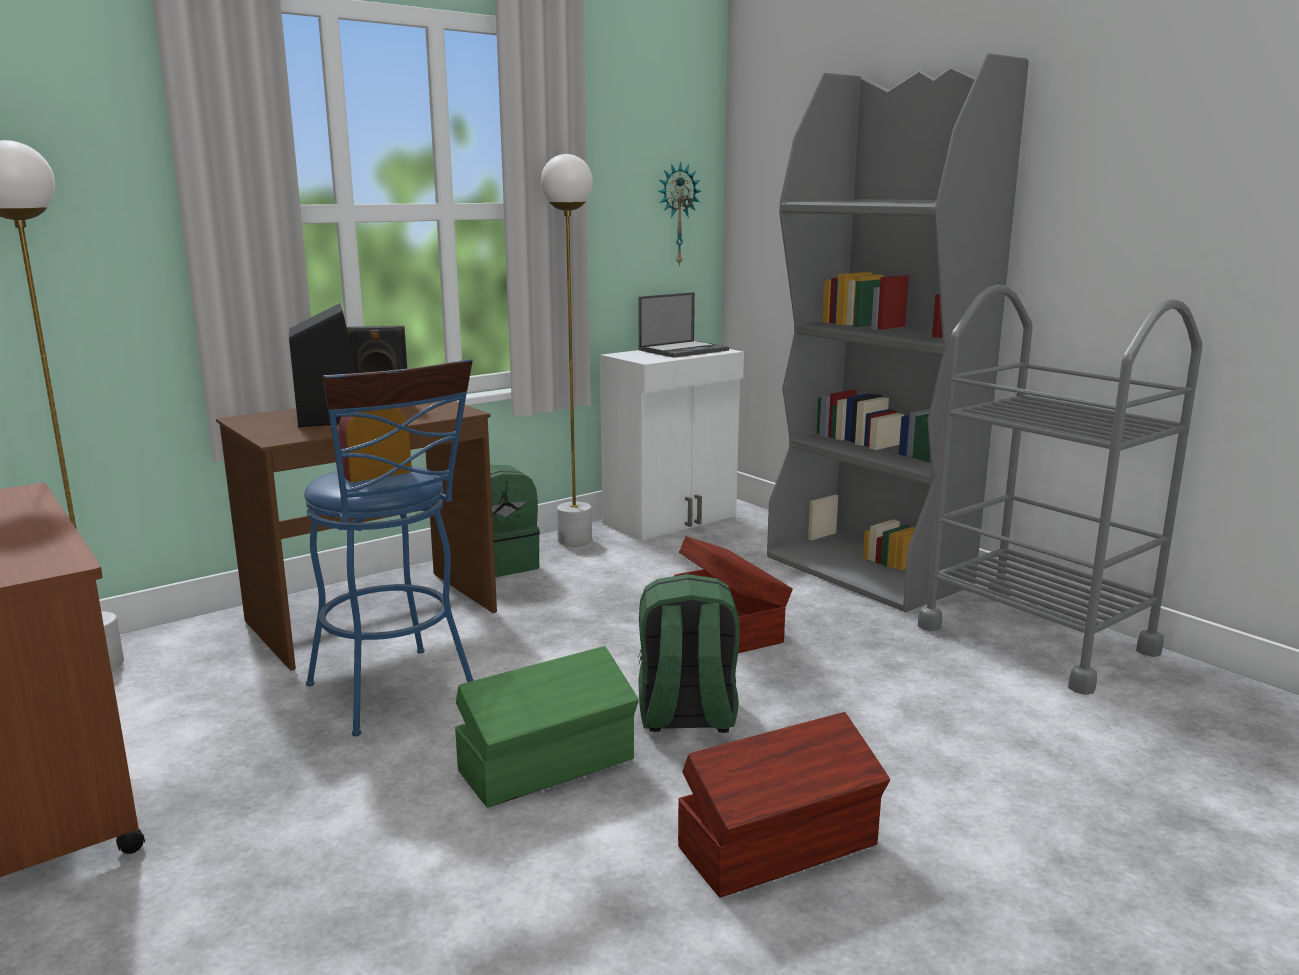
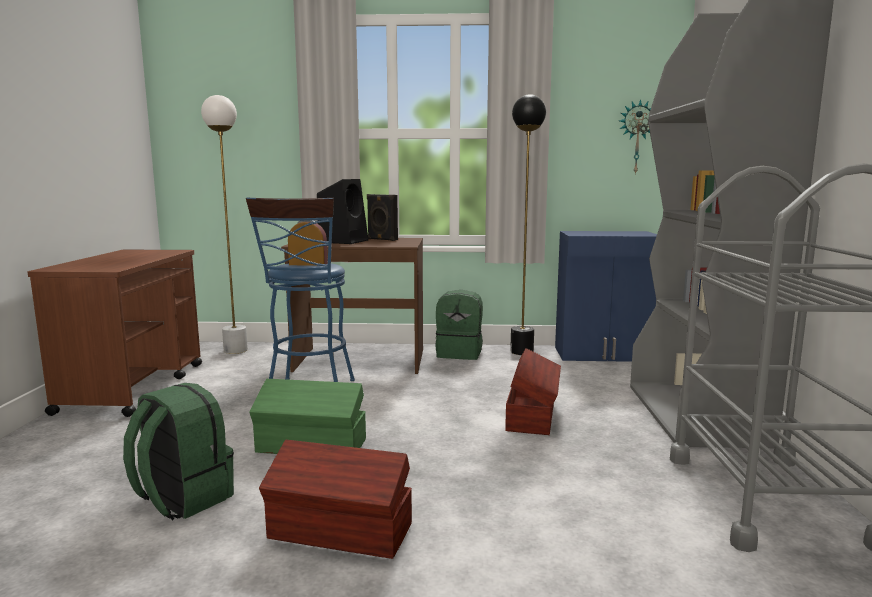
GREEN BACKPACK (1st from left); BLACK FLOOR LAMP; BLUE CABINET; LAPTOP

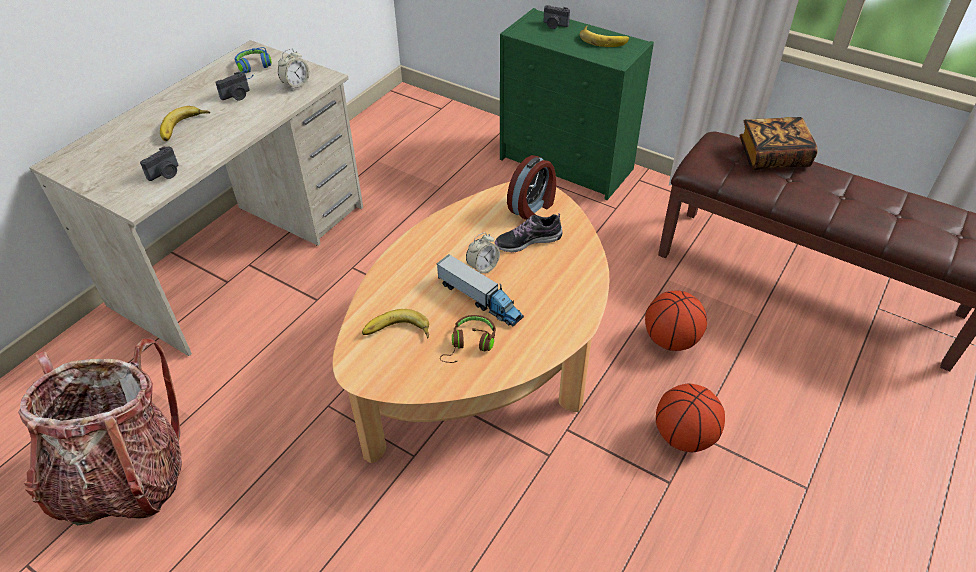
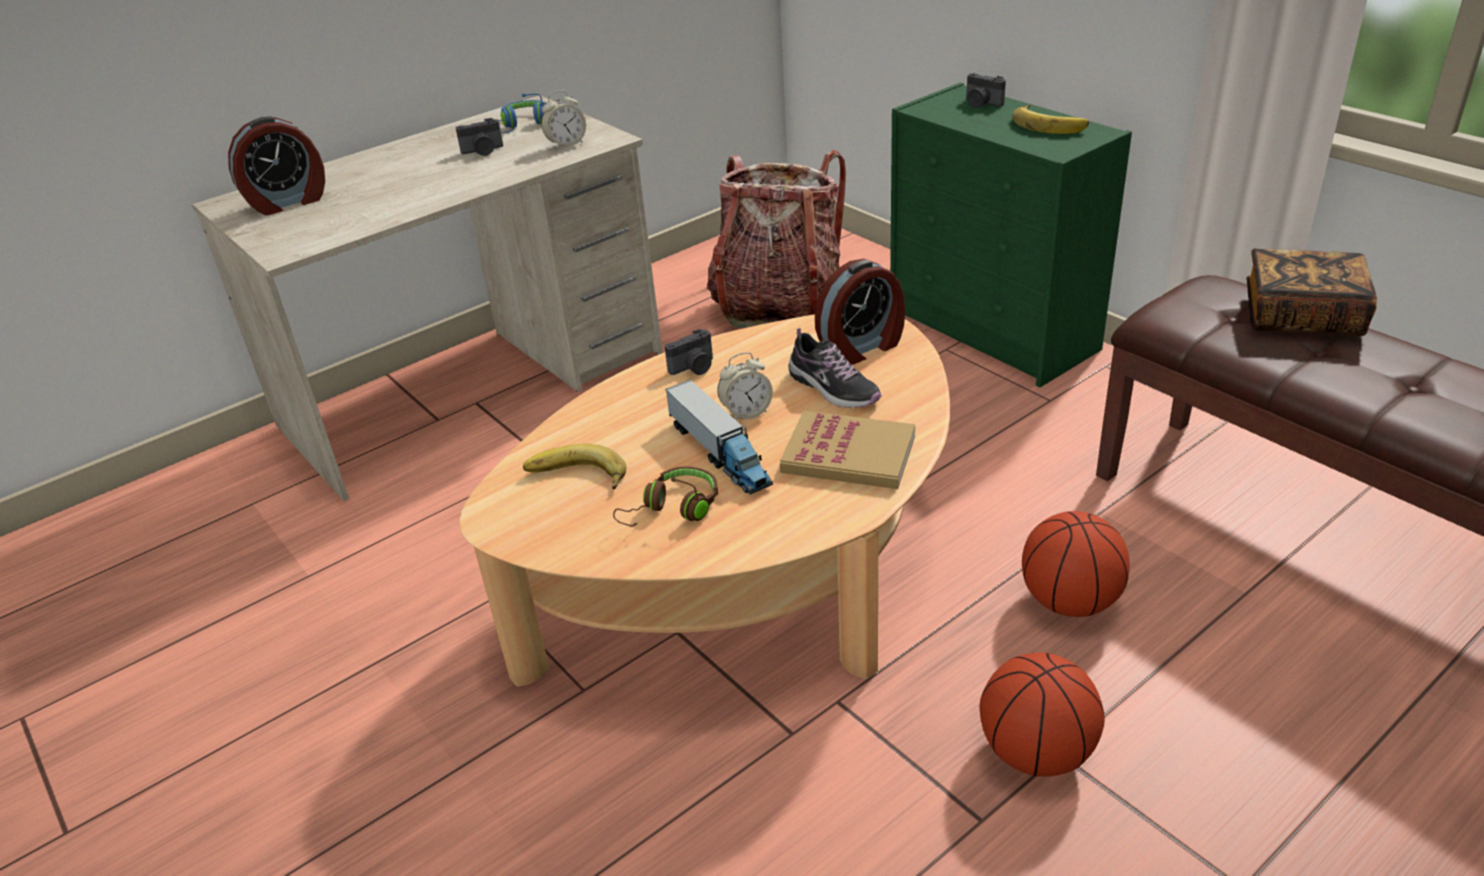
ALARM CLOCK (1st from left); PHOTO CAMERA (2nd from left); BACKPACK; BOOK (1st from left); SHOE; BANANA (1st from left in the first image)

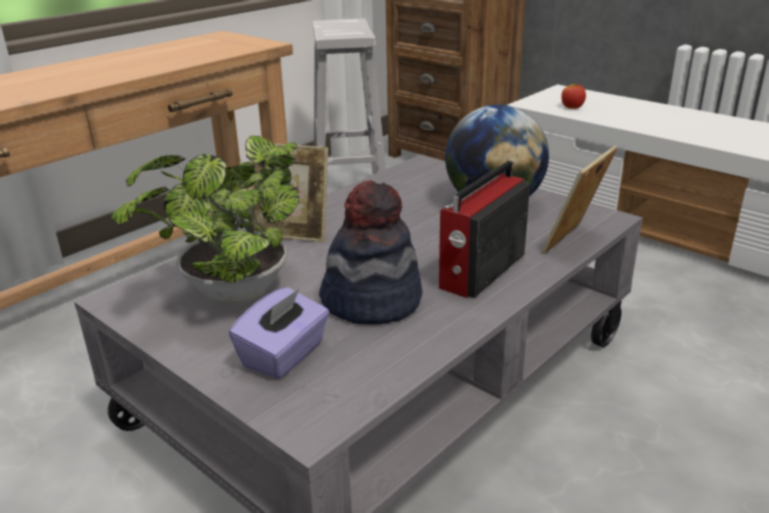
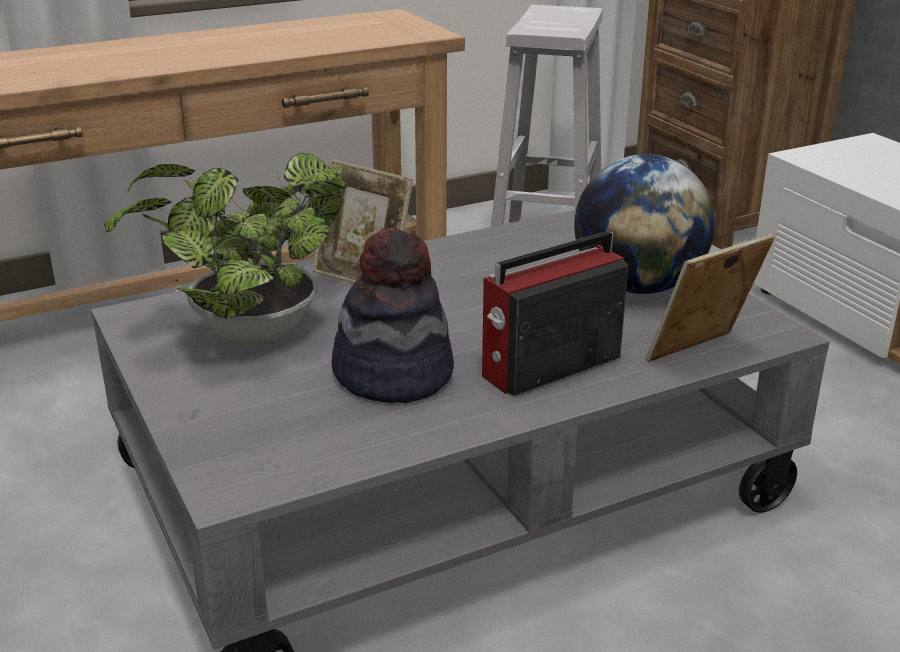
PURPLE TISSUE BOX; APPLE

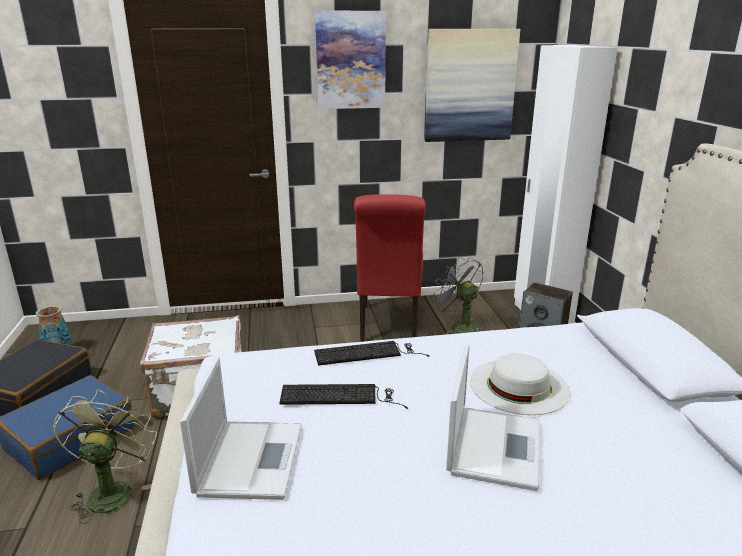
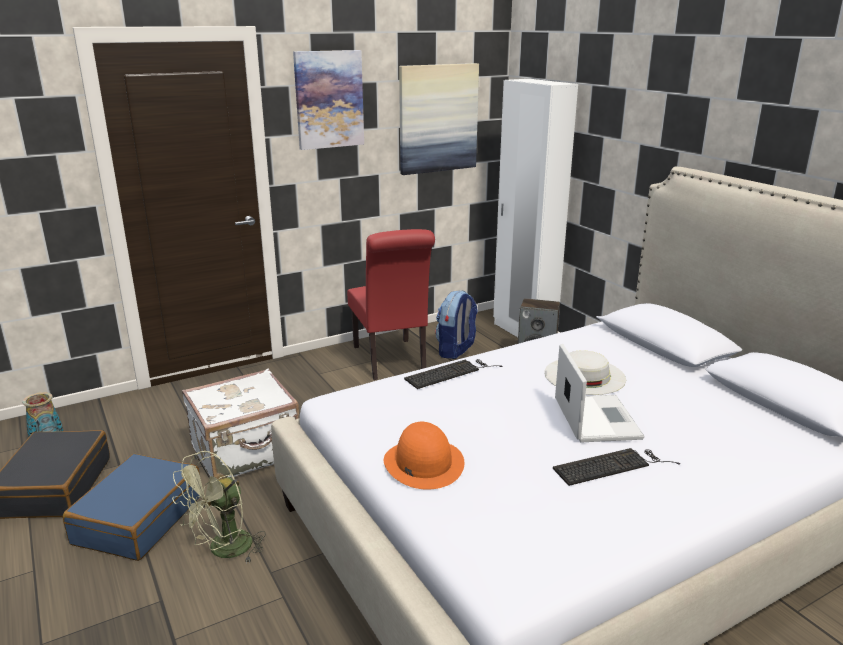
GREEN FAN; ORANGE HAT; BACKPACK; KEYBOARD (2nd from left)

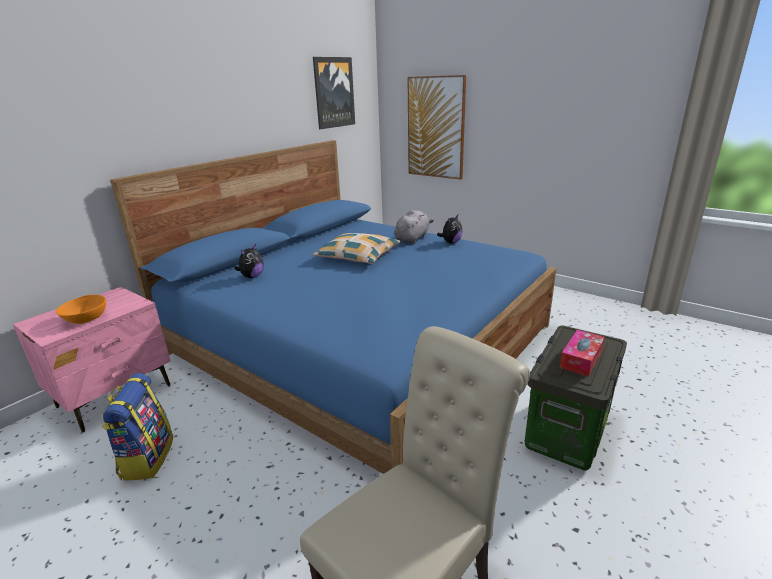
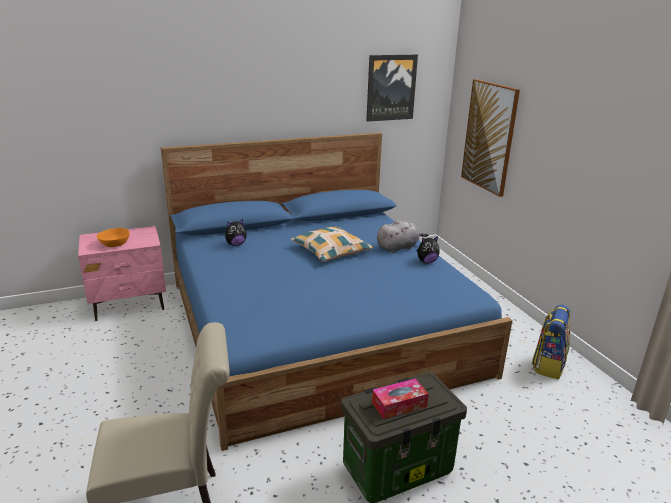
BACKPACK

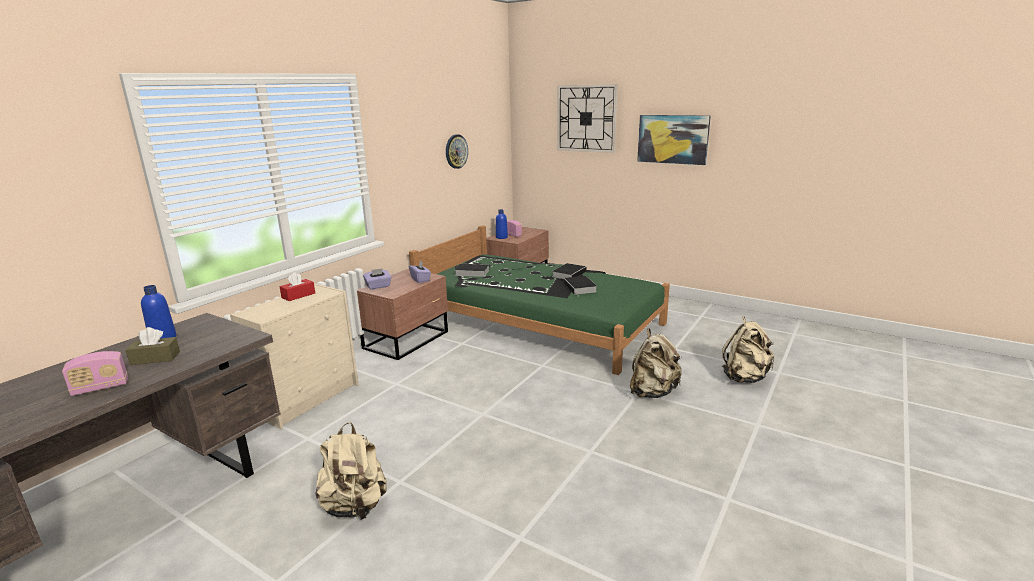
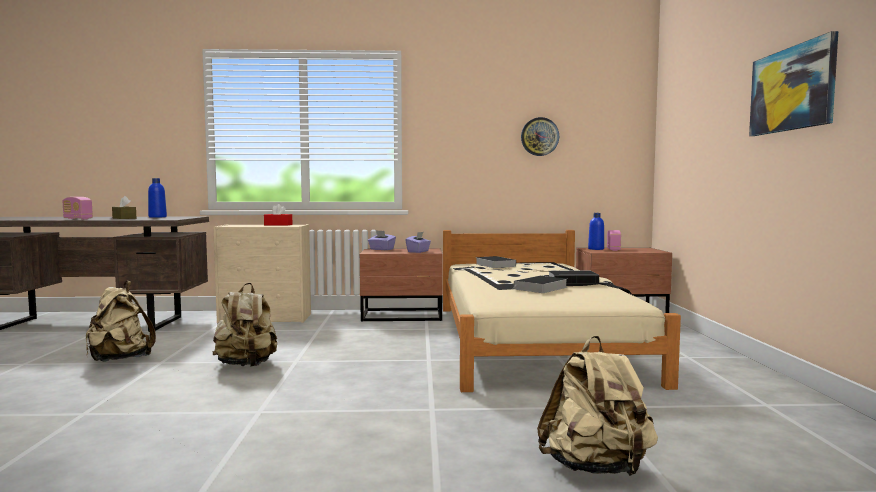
BEIGE BACKPACK (2nd from left); BEIGE BED; WALL CLOCK (2nd from left in the first image)

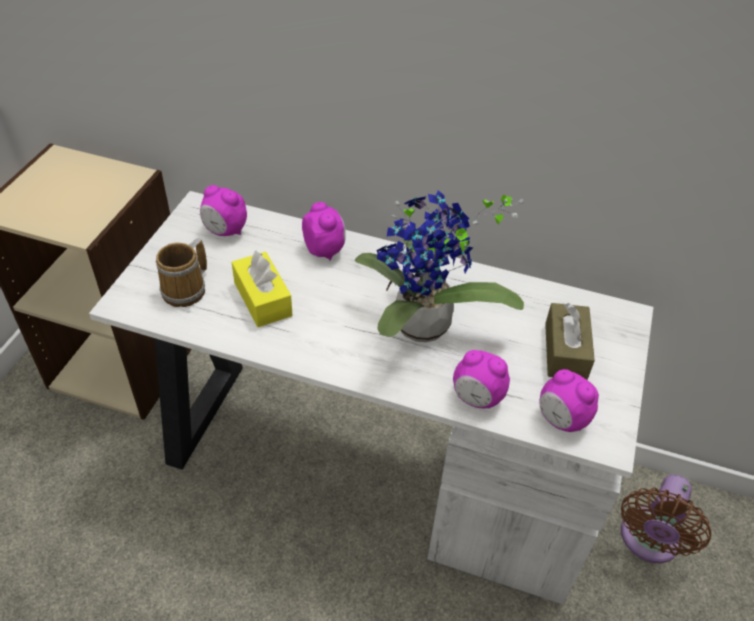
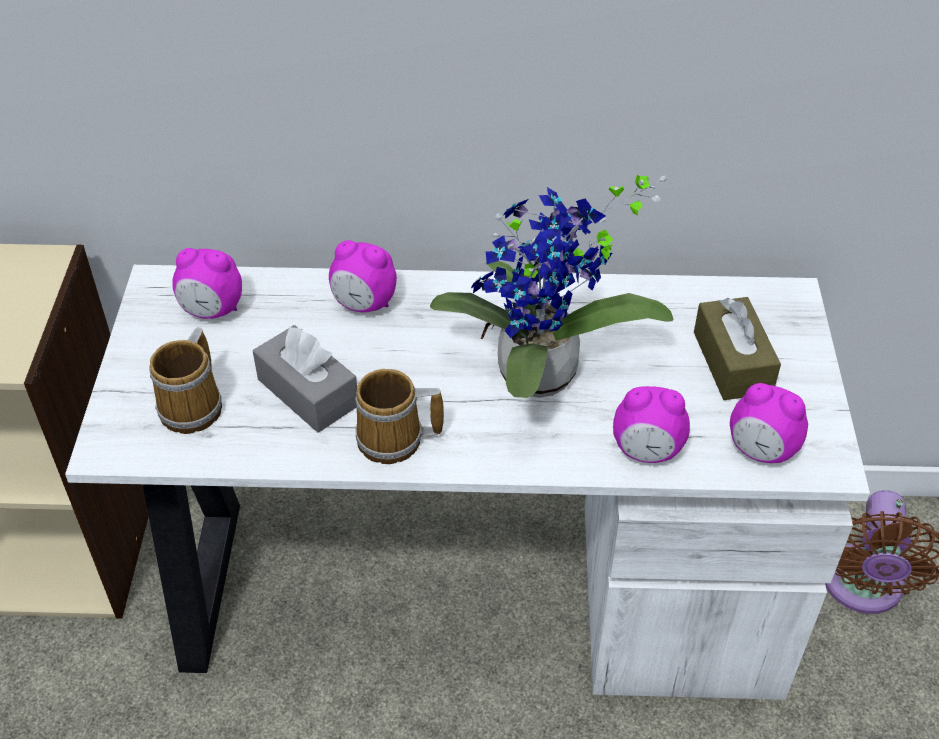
GREY TISSUE BOX; ALARM CLOCK (2nd from left); MUG (2nd from left)

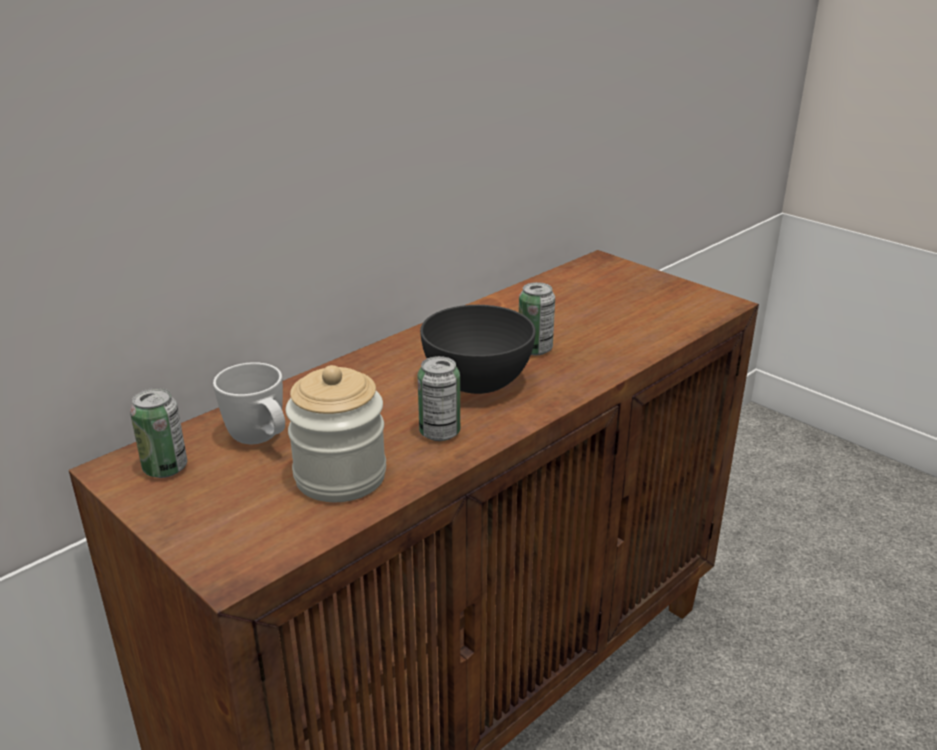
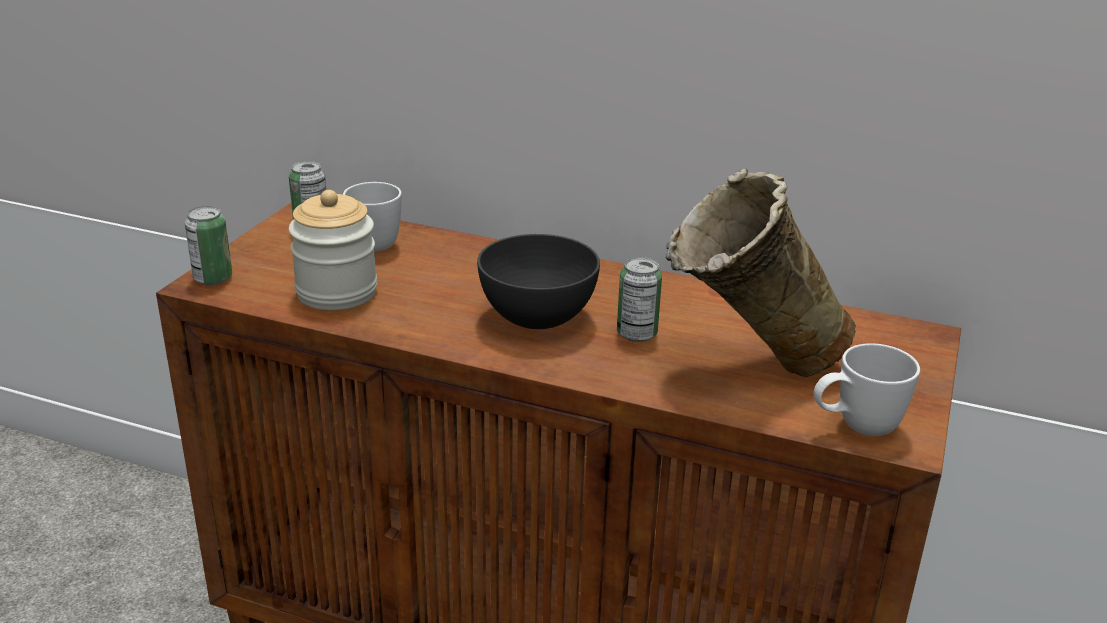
CAN (1st from left); BEIGE VASE; WHITE MUG (2nd from left)

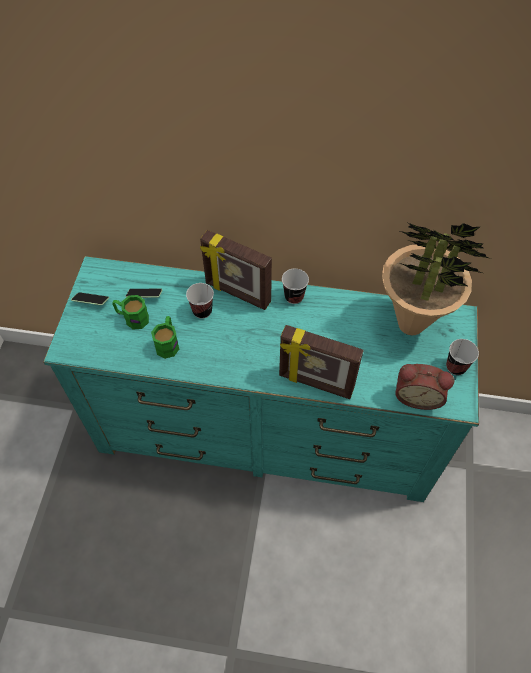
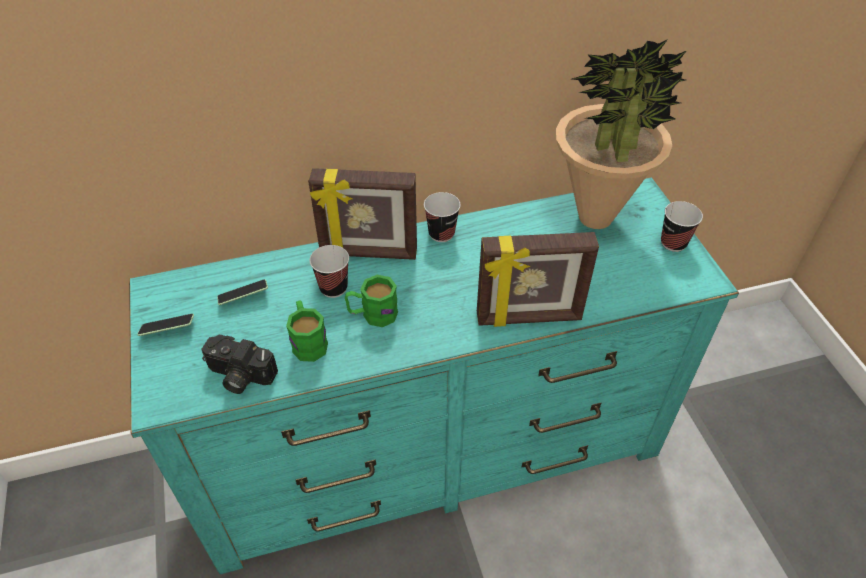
PHOTO CAMERA; GREEN MUG (2nd from left); ALARM CLOCK

